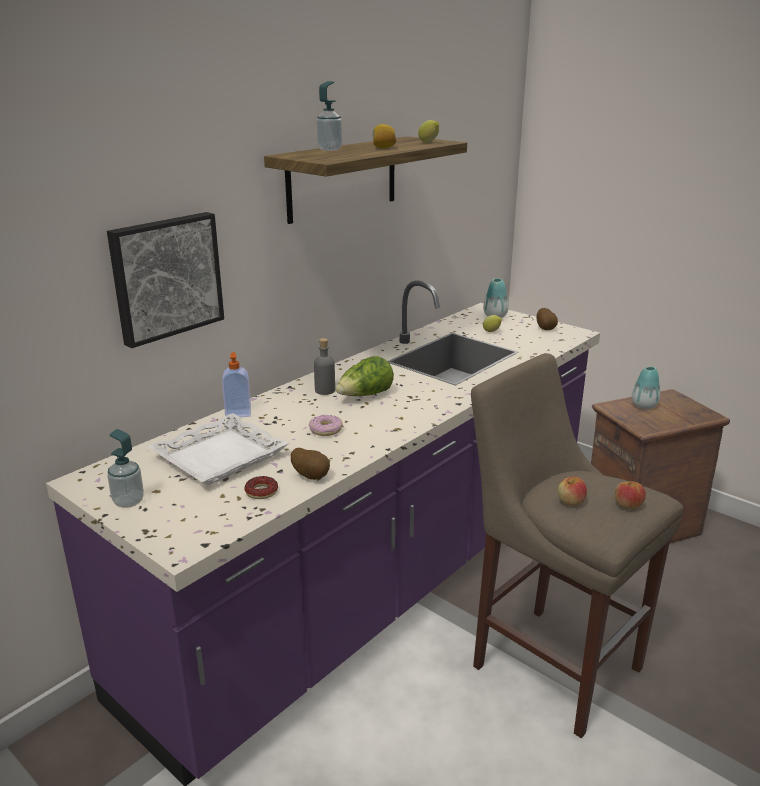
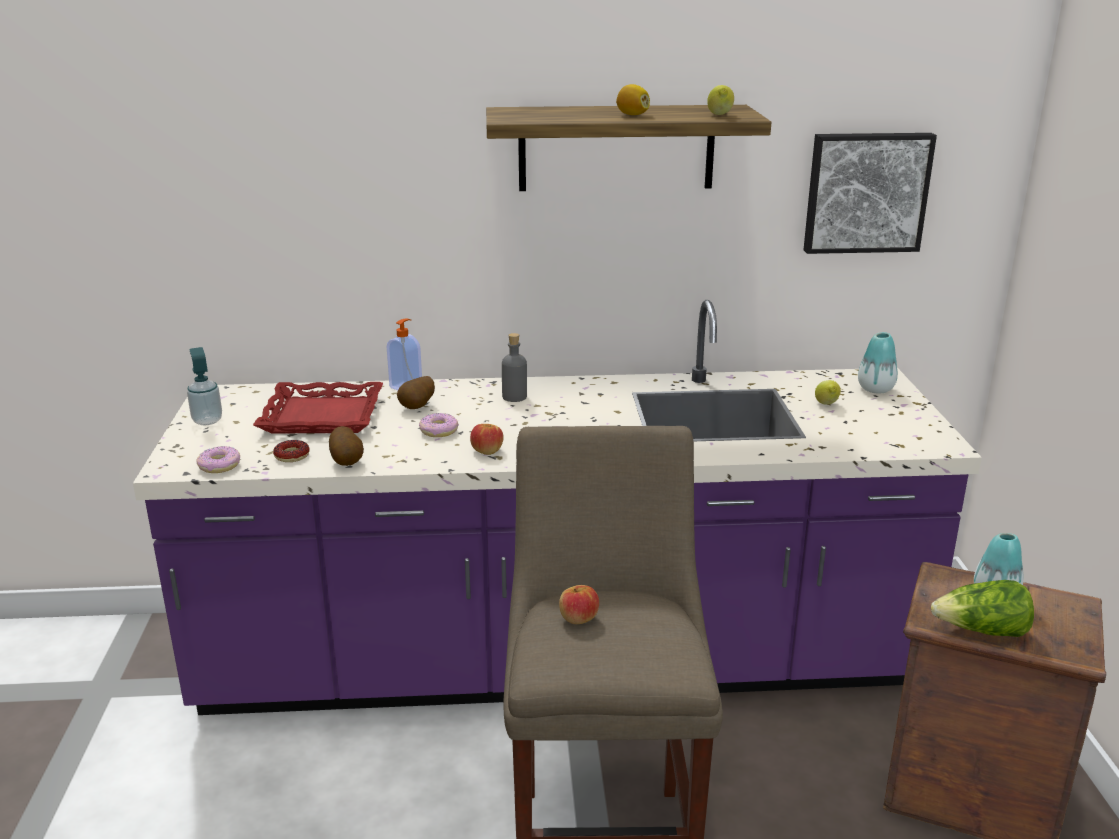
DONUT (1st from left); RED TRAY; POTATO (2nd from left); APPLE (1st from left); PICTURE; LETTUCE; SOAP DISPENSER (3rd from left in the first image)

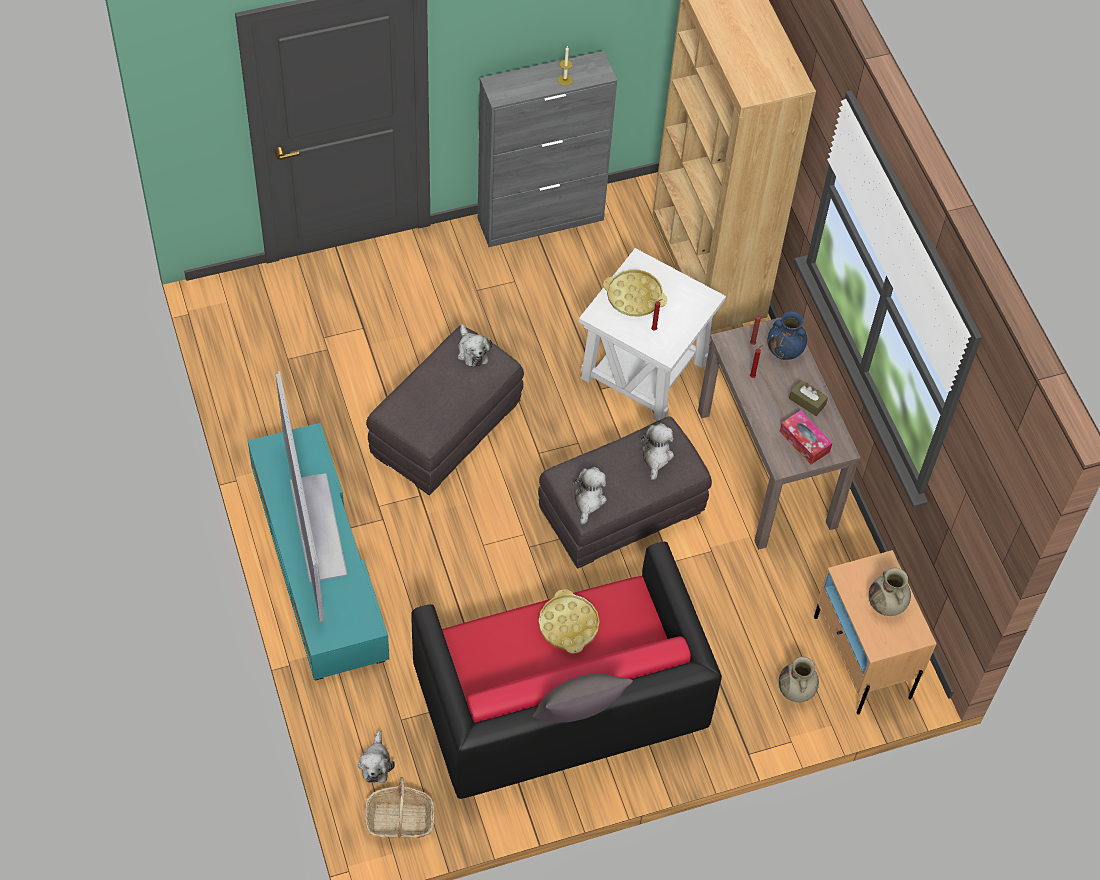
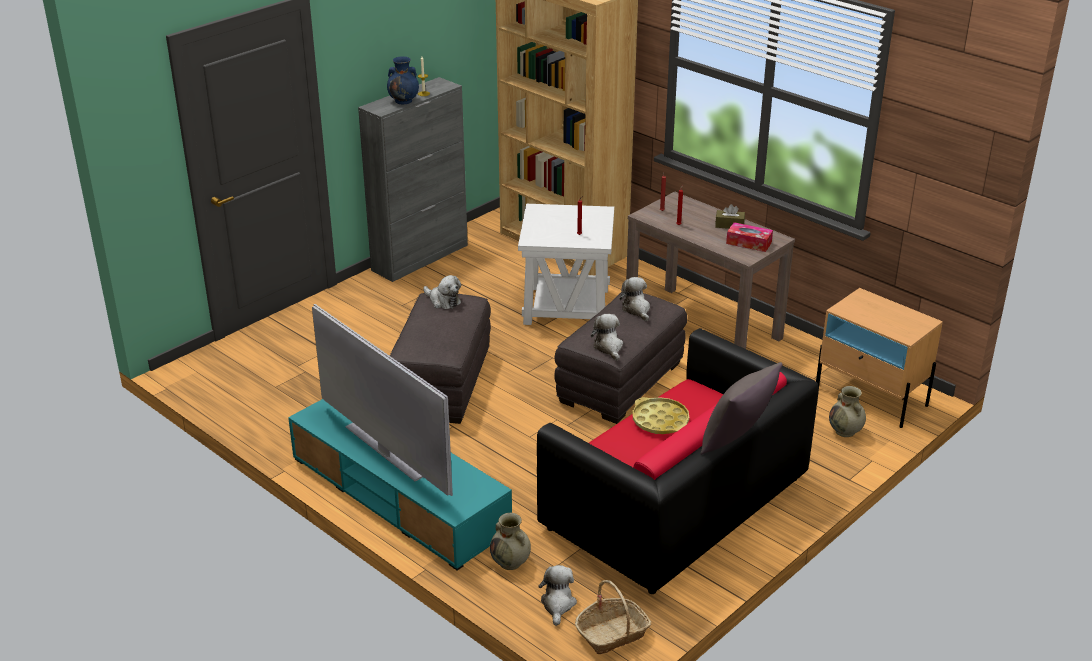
BLUE VASE; BEIGE VASE (1st from left); PLUSH TOY (2nd from left); YELLOW TRAY (2nd from left in the first image)

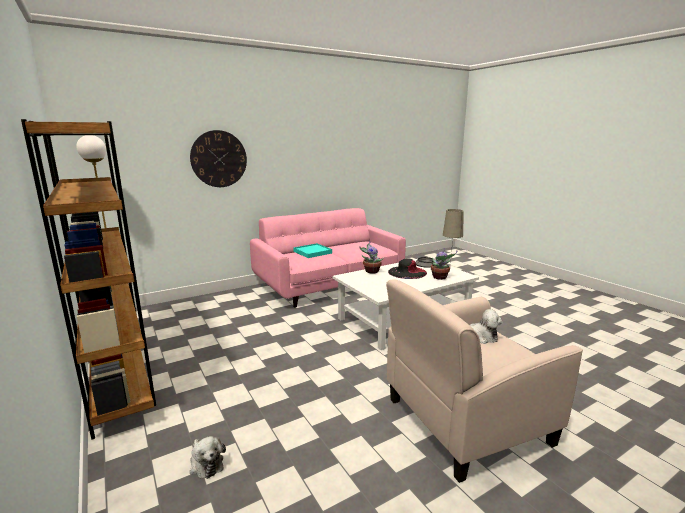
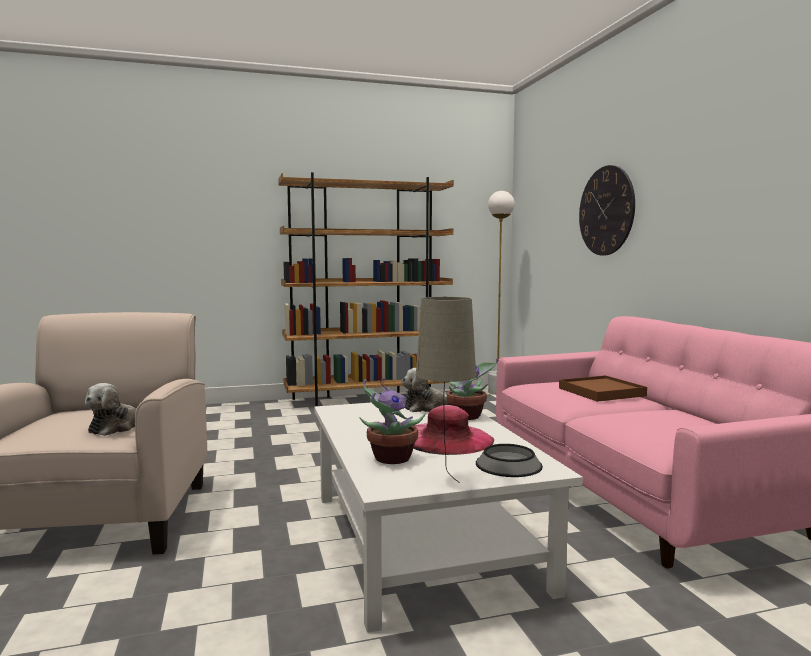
PLUSH TOY (2nd from left); PINK HAT; BROWN TRAY

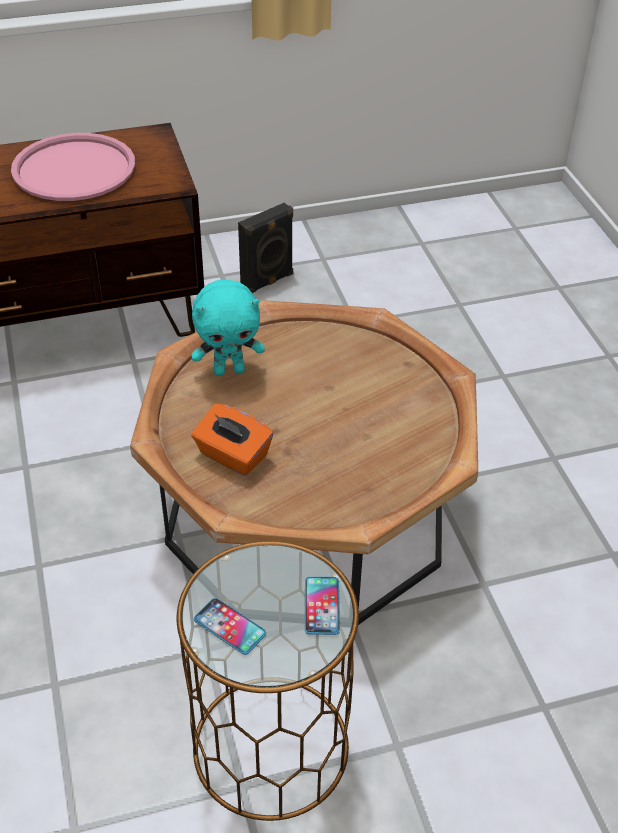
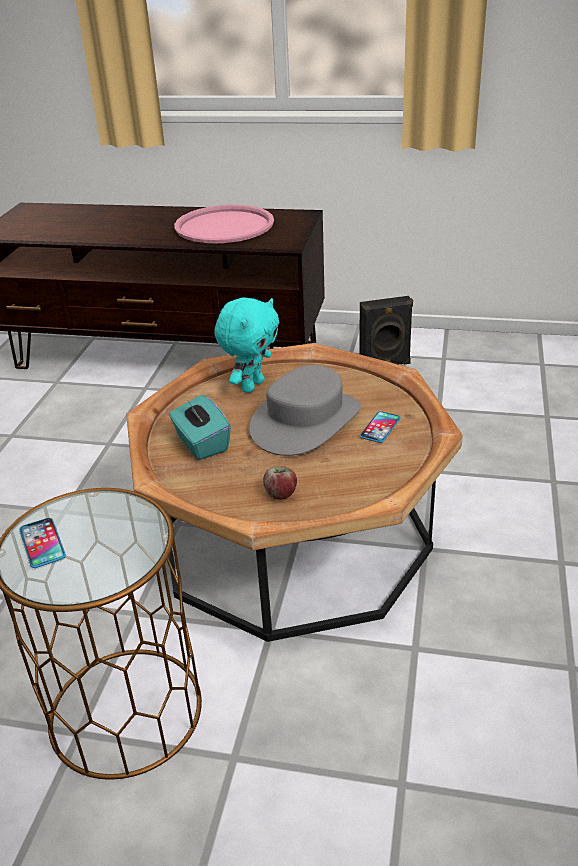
TURQUOISE TISSUE BOX; TURQUOISE PLUSH TOY; GREY HAT; APPLE; PHONE (2nd from left)

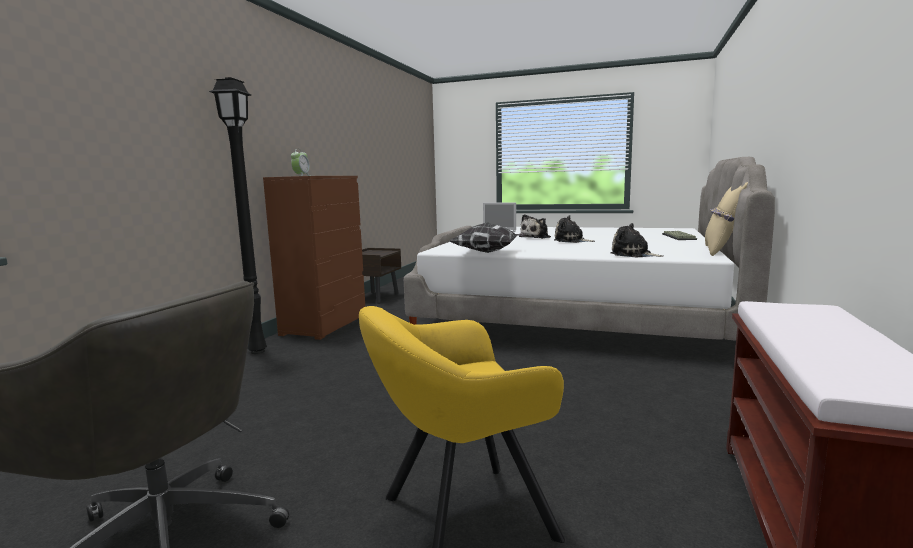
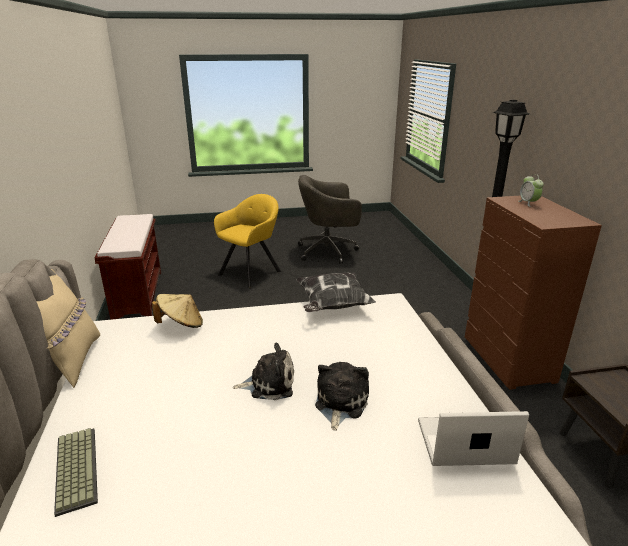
BEIGE HAT

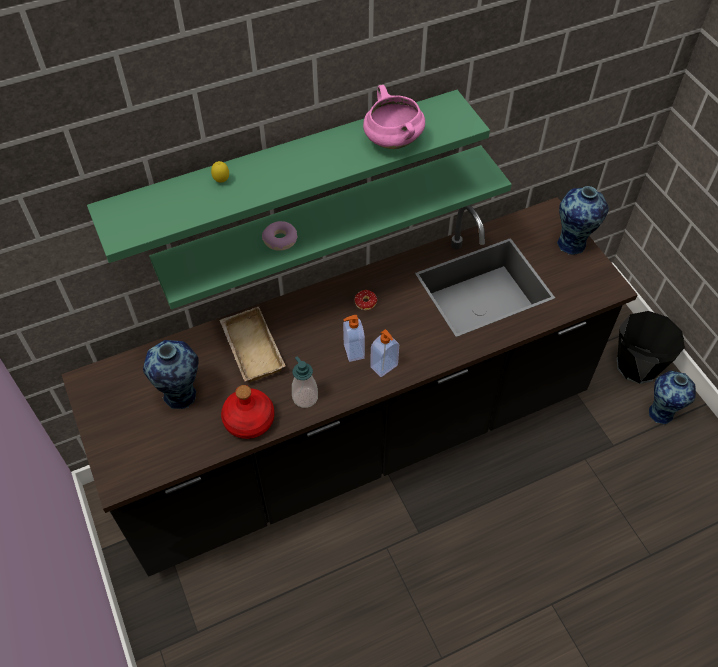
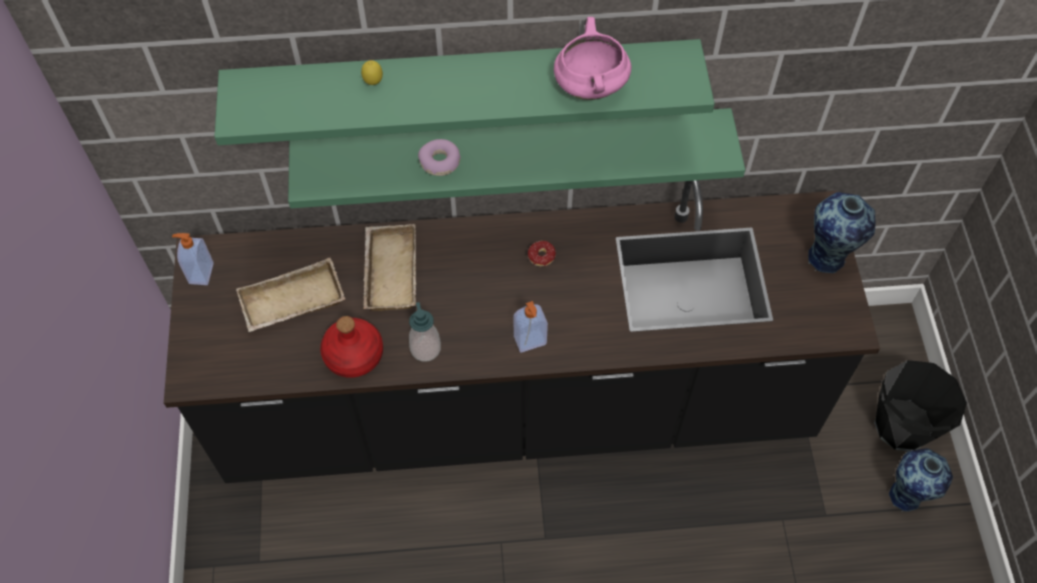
SOAP DISPENSER (1st from left); BEIGE TRAY (1st from left)

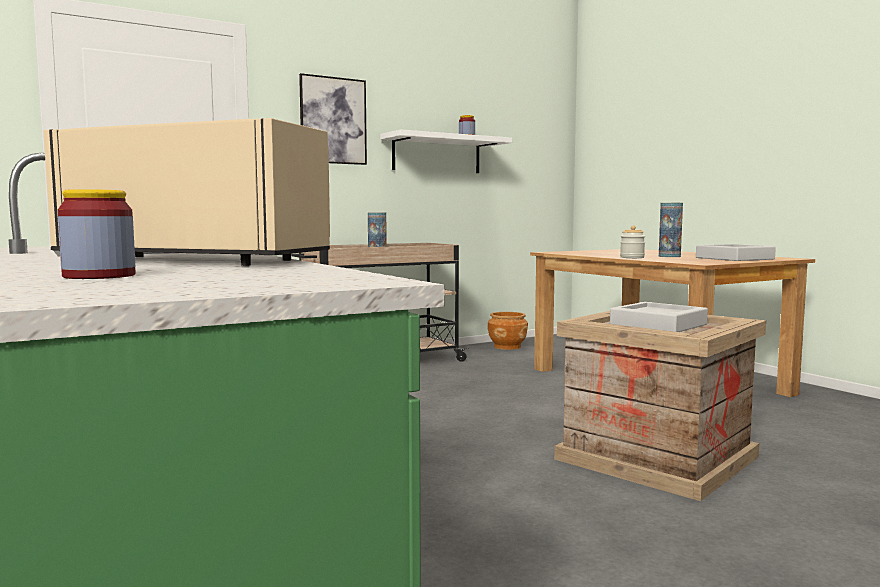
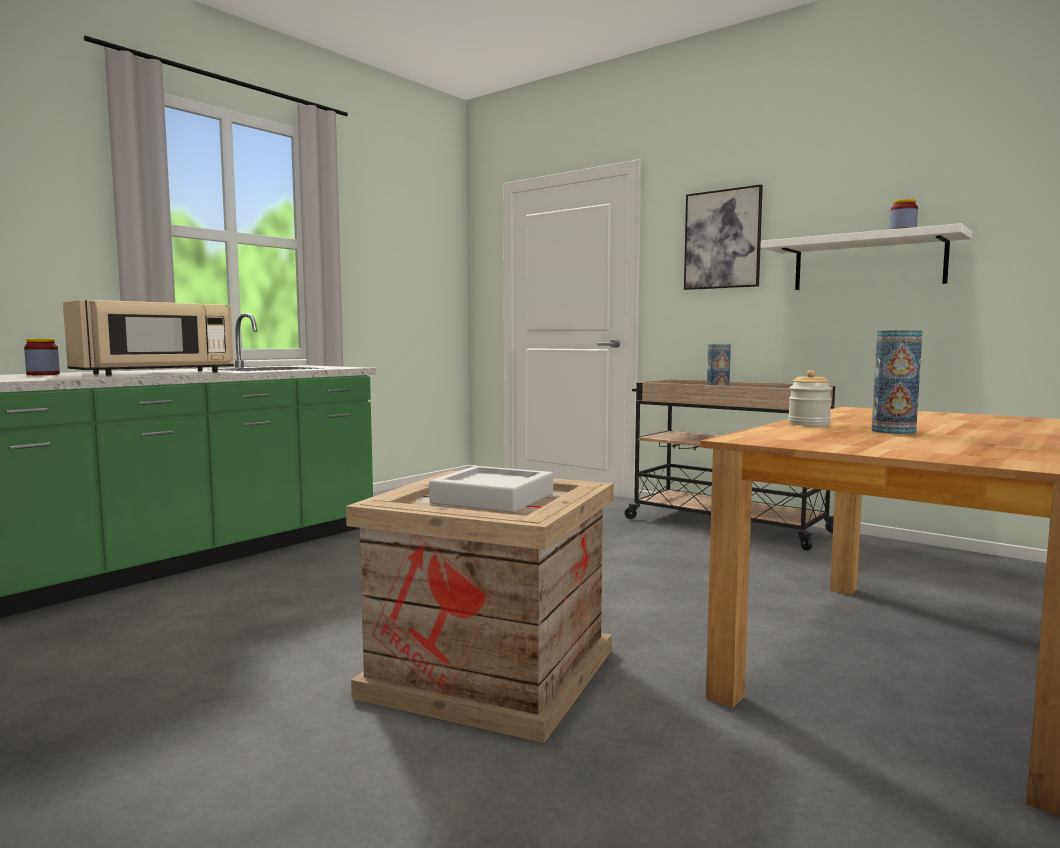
BEIGE MICROWAVE; BROWN PLANTER; GREY TRAY (2nd from left in the first image)

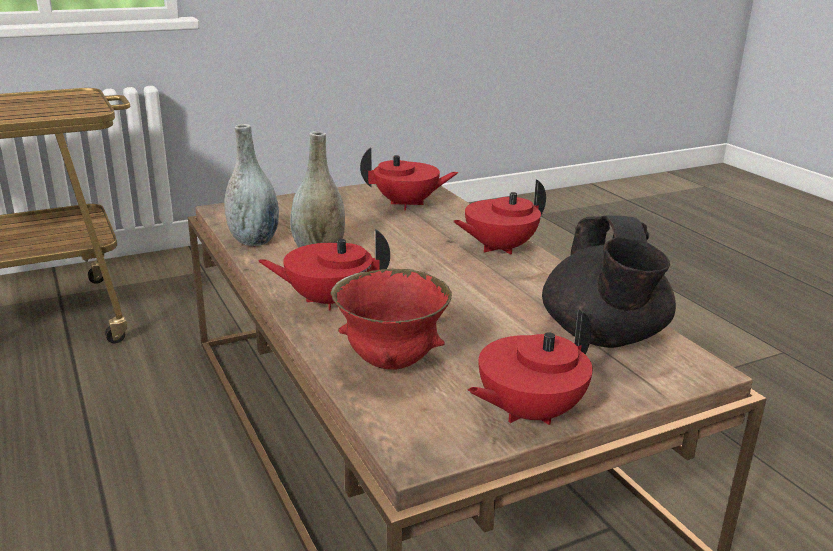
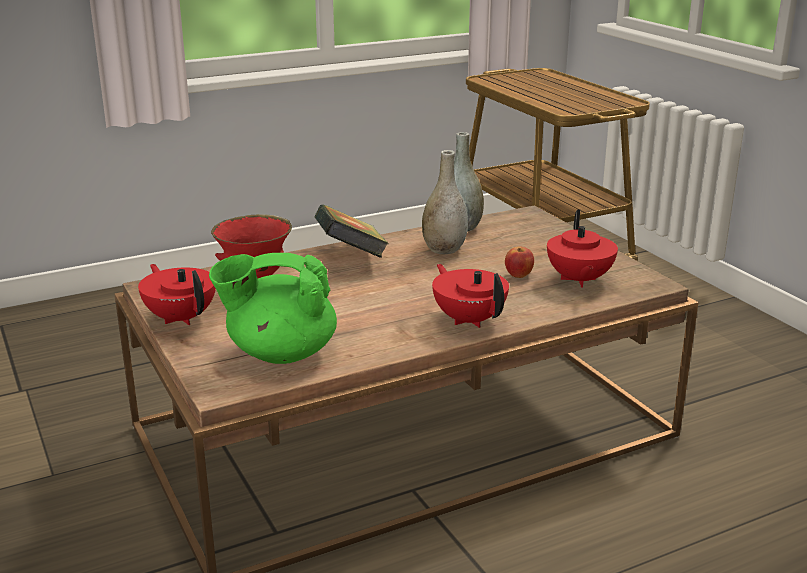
GREEN TEAPOT; BOOK; APPLE

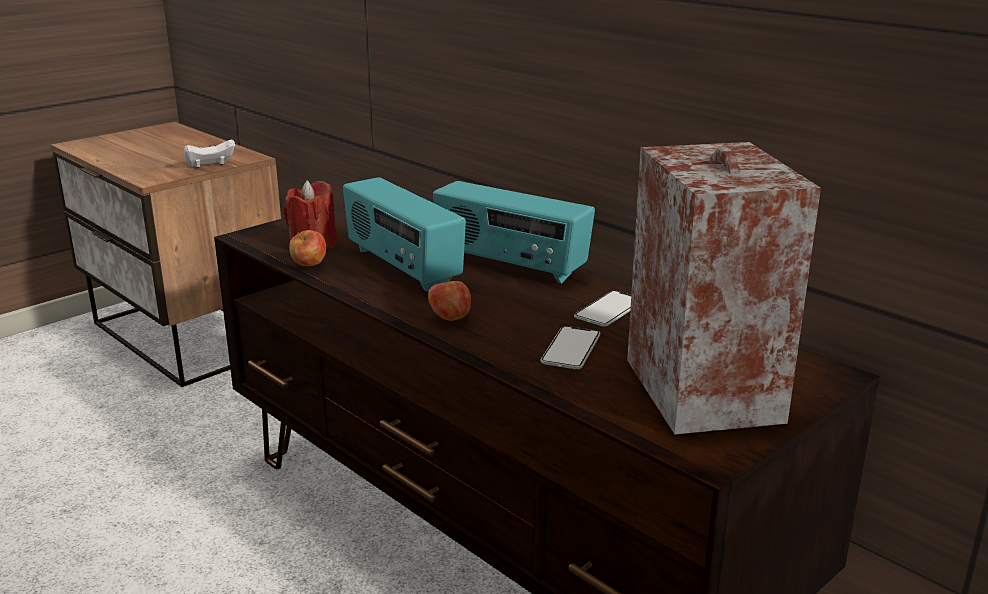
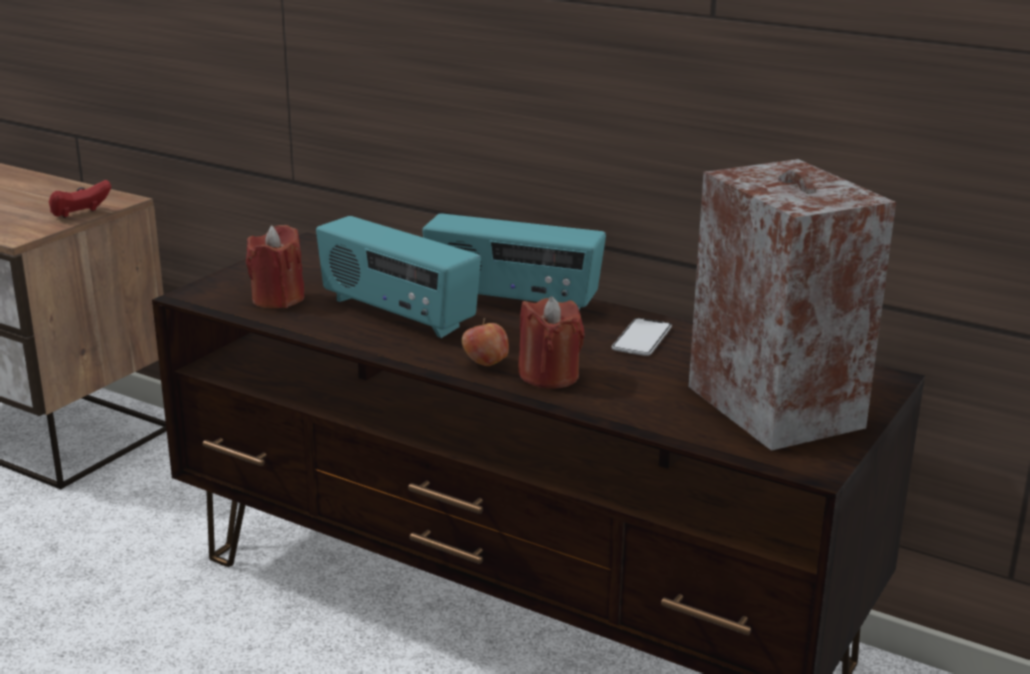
RED GAME CONTROLLER; RED CANDLE (2nd from left); APPLE (1st from left in the first image); PHONE (1st from left in the first image)

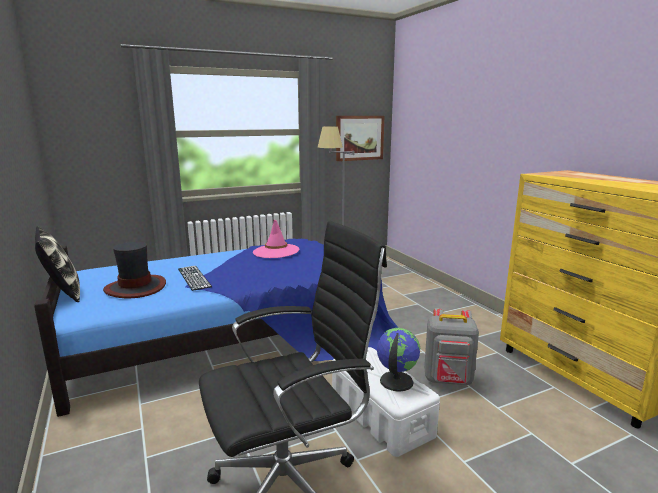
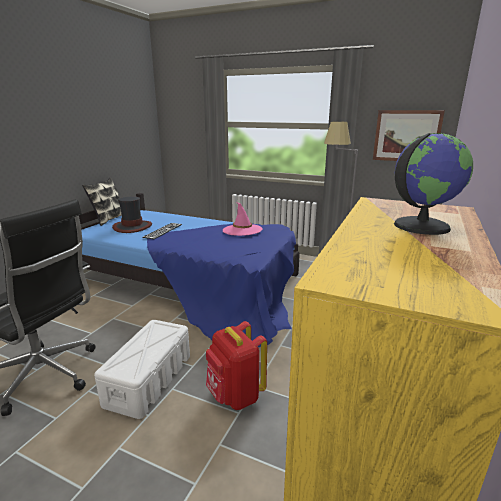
RED BACKPACK; GLOBE

